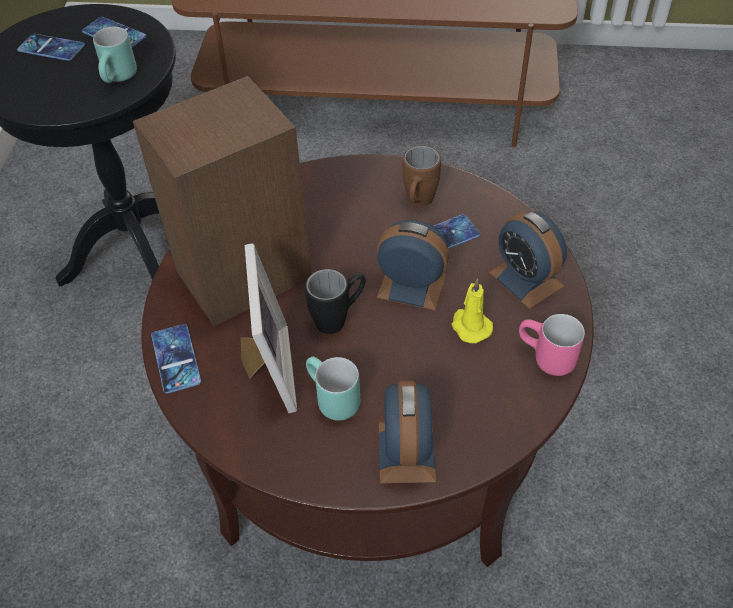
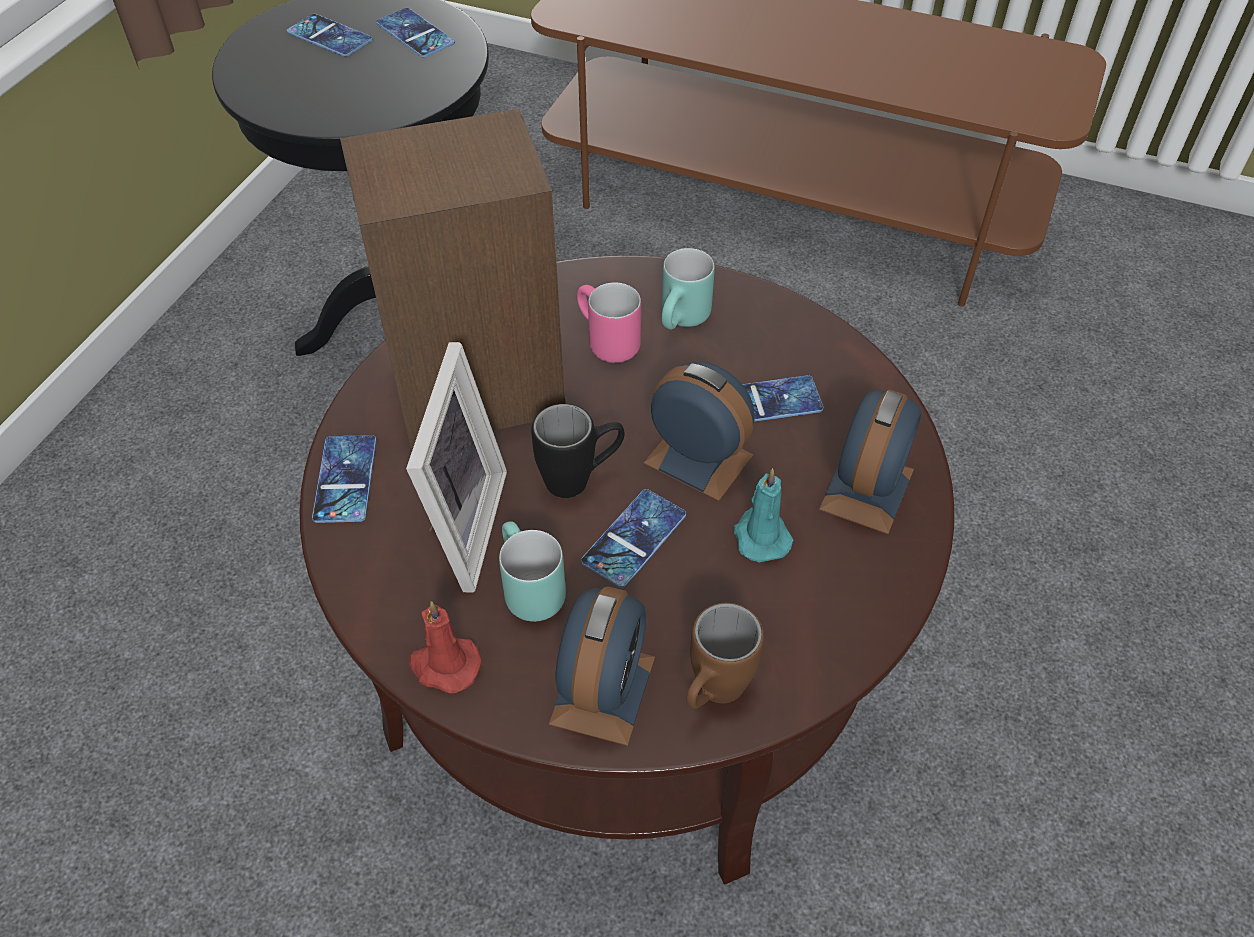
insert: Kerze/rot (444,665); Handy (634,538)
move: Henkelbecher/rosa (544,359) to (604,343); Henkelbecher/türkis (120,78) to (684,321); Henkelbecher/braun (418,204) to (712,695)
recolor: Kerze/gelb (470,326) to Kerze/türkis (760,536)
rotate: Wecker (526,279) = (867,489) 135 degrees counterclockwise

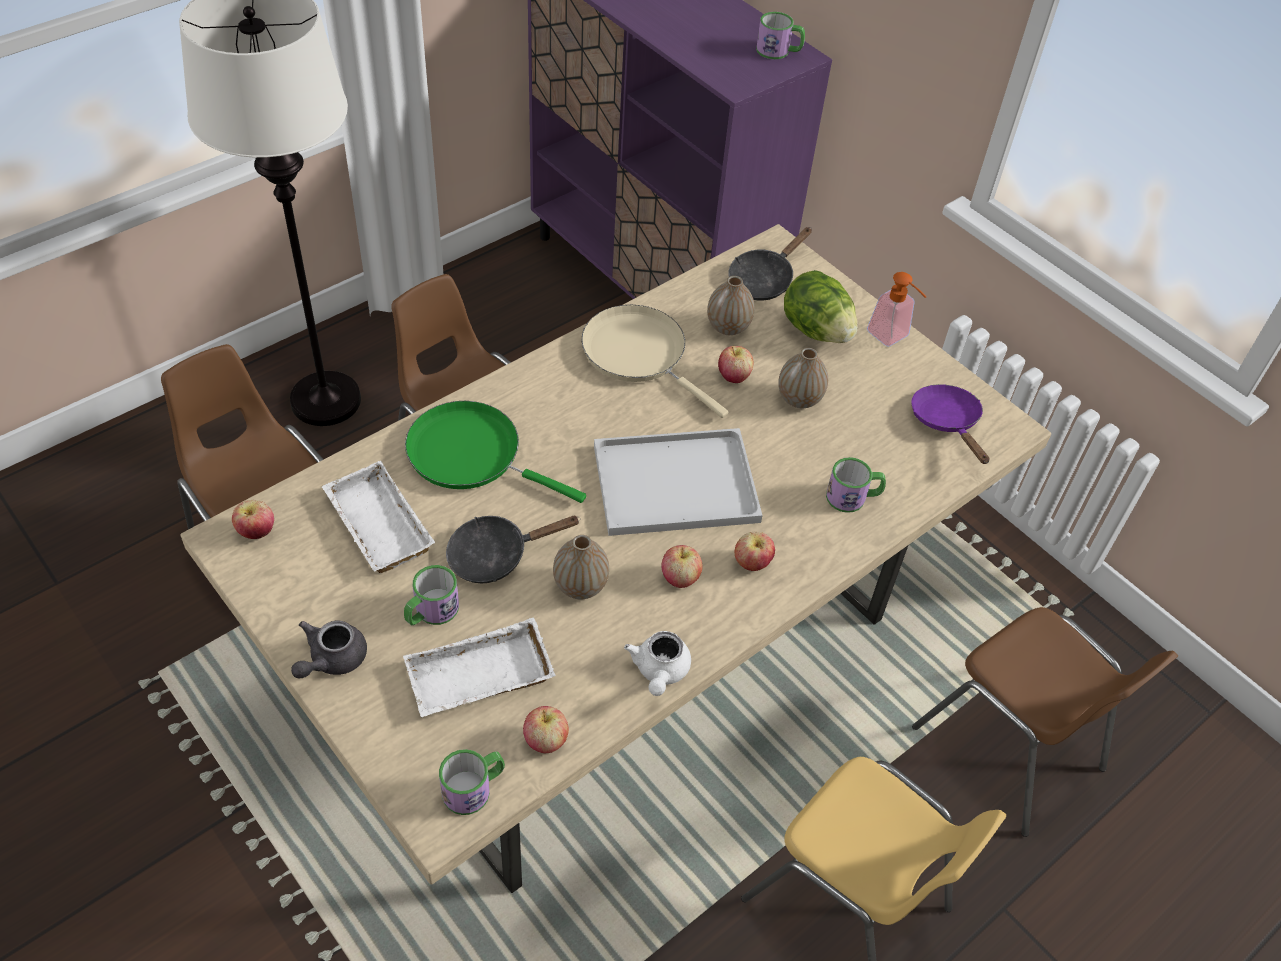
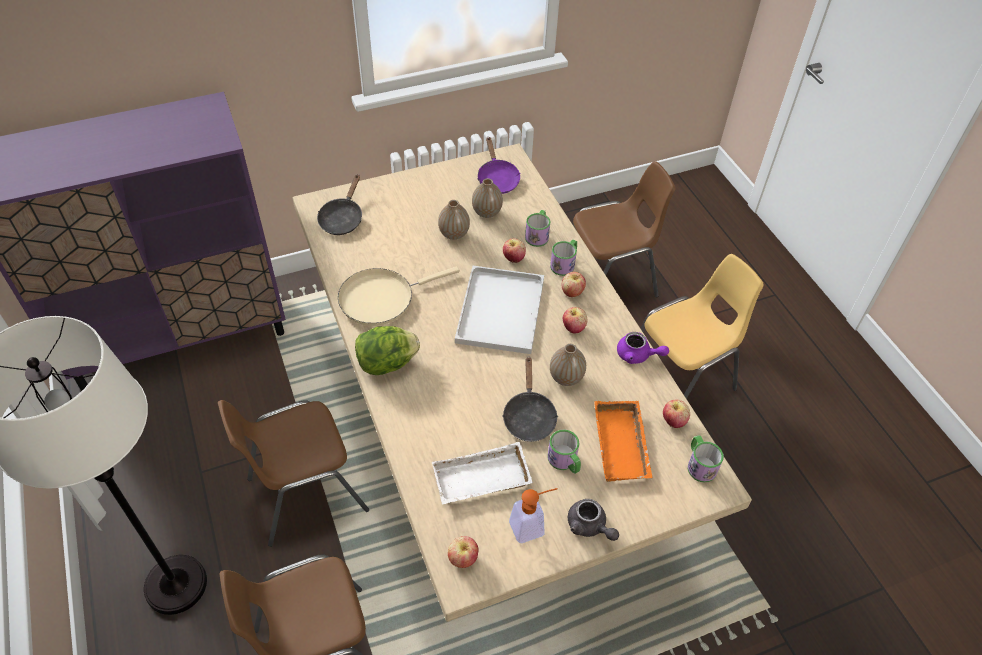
delete: Pfanne/grün (471,454)
move: Salatkopf (816,330) to (387,363); Vase (728,327) to (487,212); Apfel (733,376) to (513,258); Seifenspender (892,337) to (532,526); Henkelbecher (779,51) to (565,264)
recolor: Tablett/weiß (479,679) to Tablett/orange (623,446); Teekanne/weiß (659,672) to Teekanne/lila (637,355)
rotate: Pfanne/schwarz (764,279) = (342,218) 45 degrees clockwise; Pfanne/lila (947,422) = (497,179) 105 degrees counterclockwise

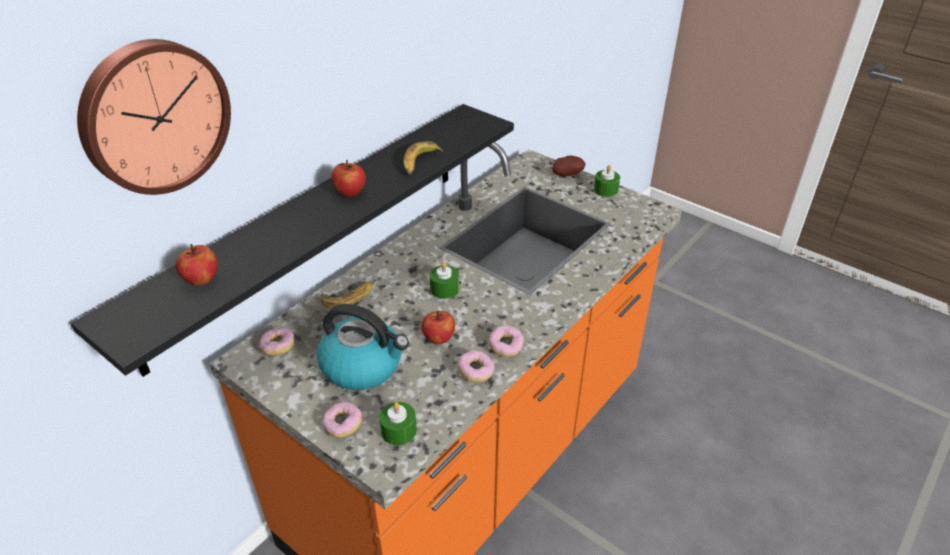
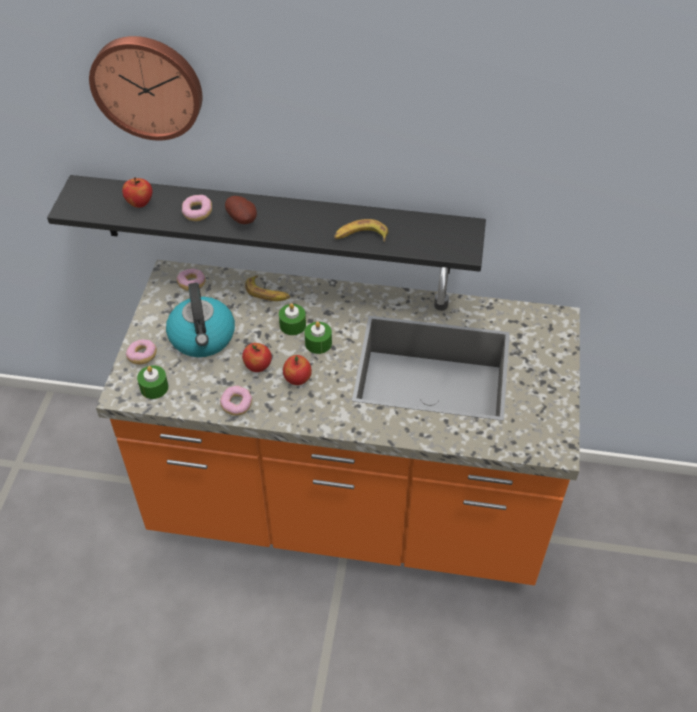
move: Donut (505,347) to (197,213); Kartoffel (567,175) to (243,220); Kerze/grün (605,190) to (292,325); Apfel (350,193) to (297,379)

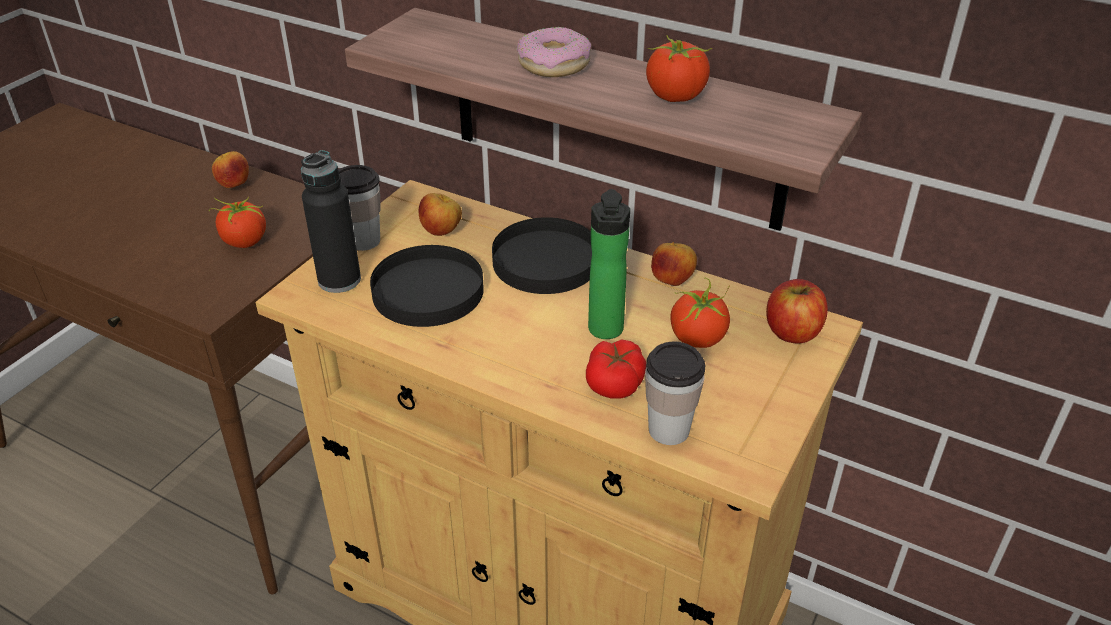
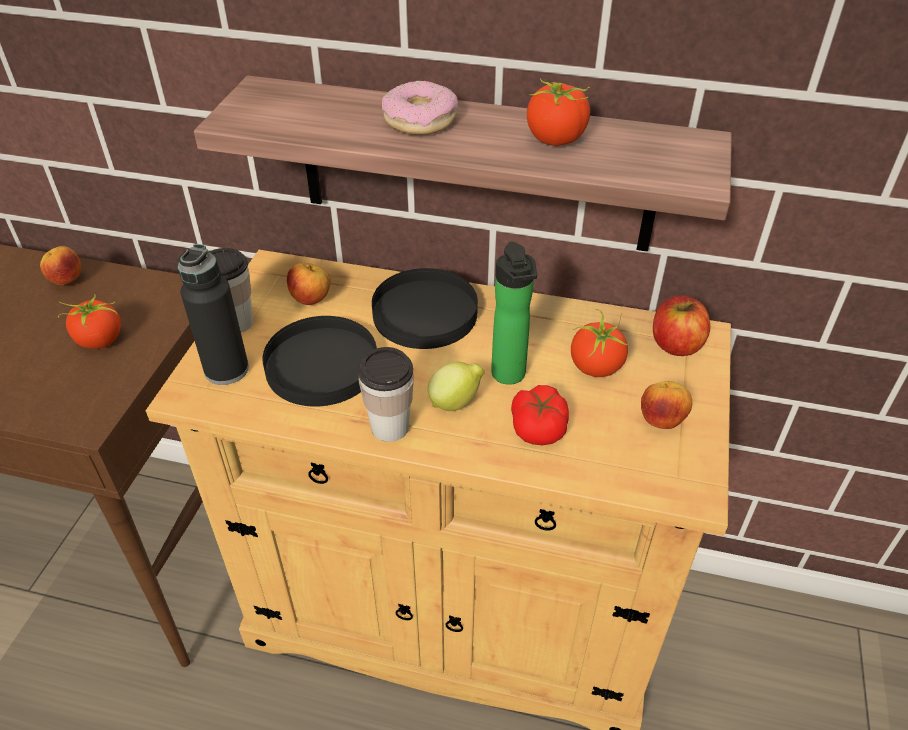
insert: Zitrone (456,402)
move: Tasse (669,430) to (390,427); Apfel (672,281) to (661,421)

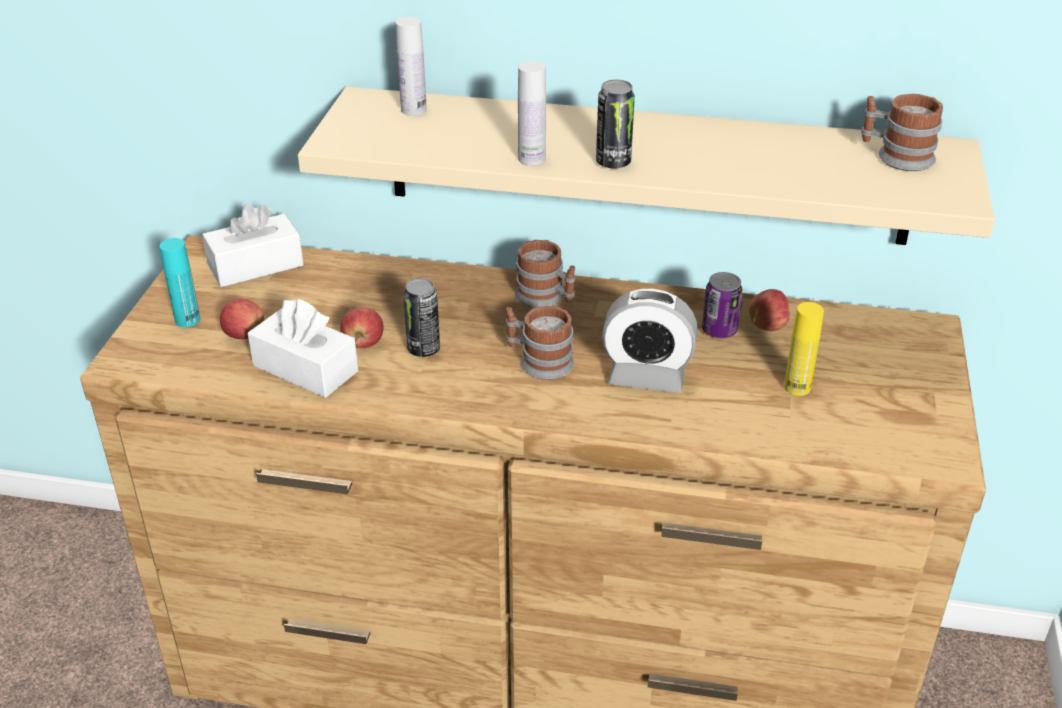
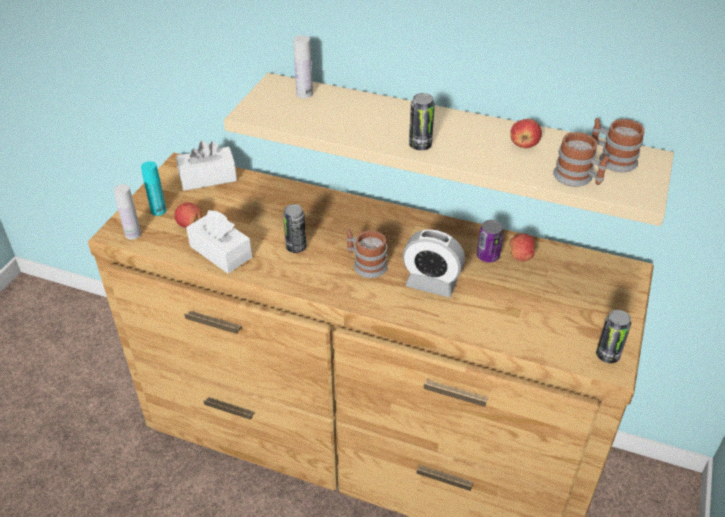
delete: Flasche/gelb (797,387)
insert: Dose (607,355)
move: Flasche/weiß (531,159) to (133,234); Apfel (363,343) to (524,145); Henkelbecher (546,298) to (578,179)

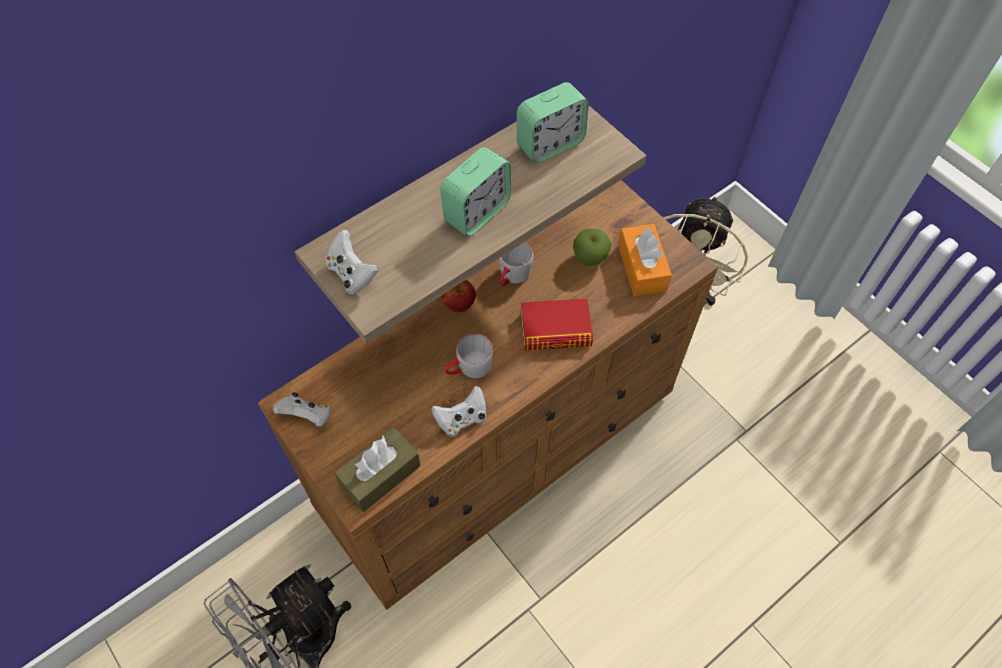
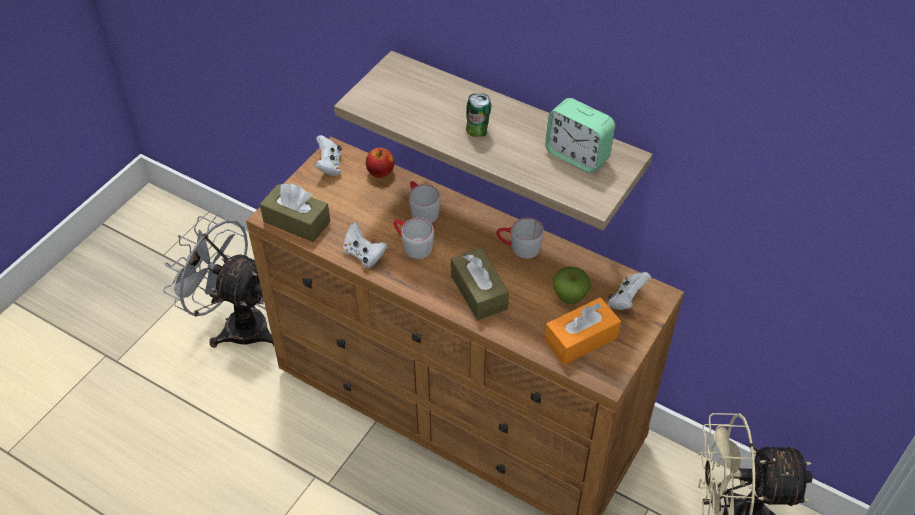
insert: Henkelbecher/grau (421,210)
move: Apfel (459,304) to (380,172); Gamepad/weiß (352,274) to (626,300)
replace: Buch (555,329) to Taschentuchbox/braun (479,292); Wecker (477,212) to Dose (477,131)

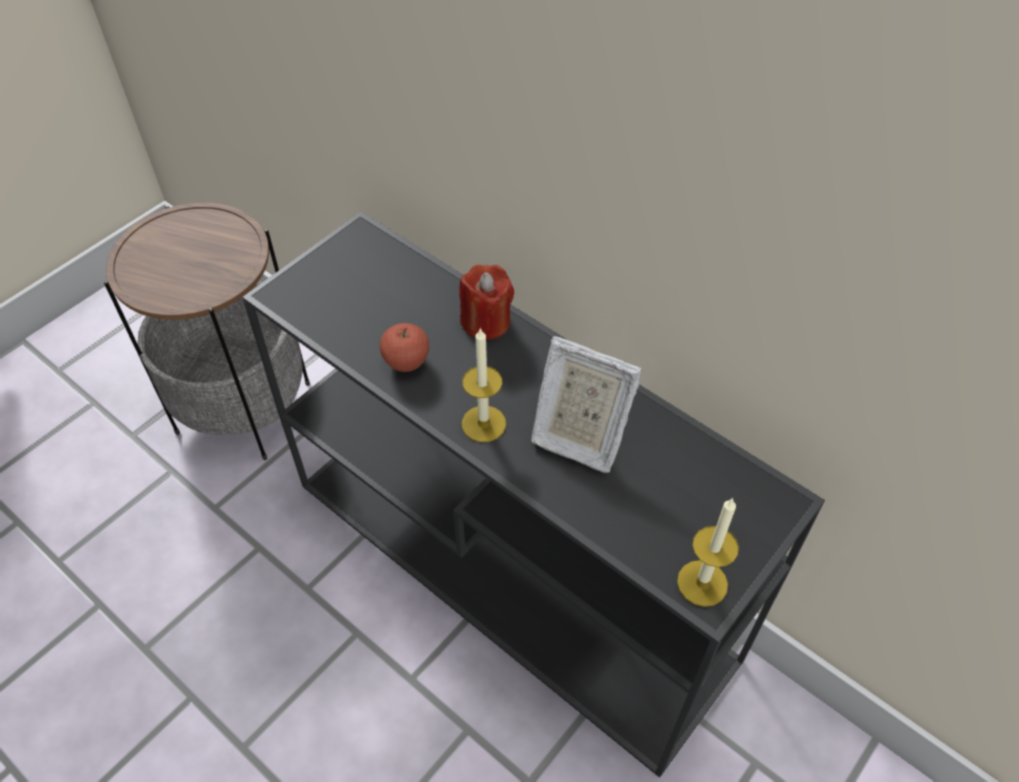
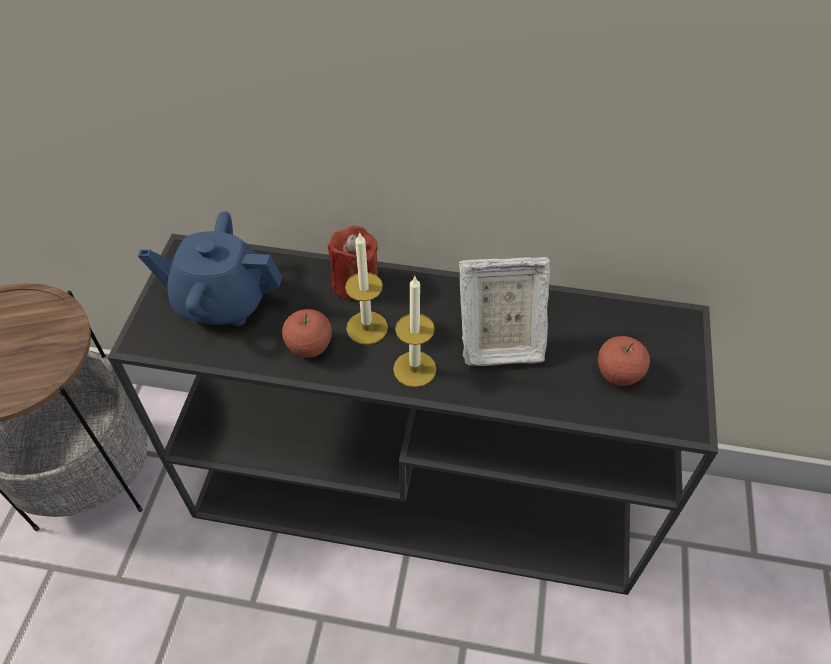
insert: Teekanne/blau (222,301); Apfel (618,374)
move: Kerze (702,583) to (367,327)

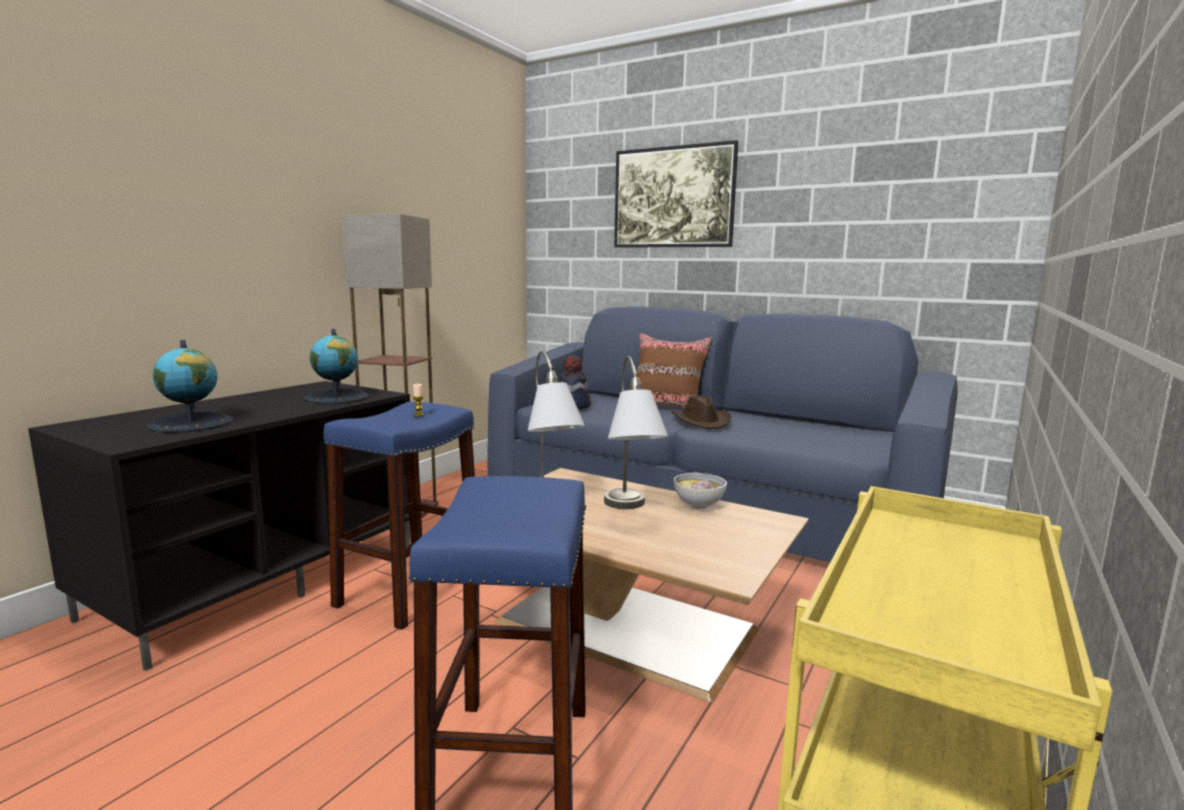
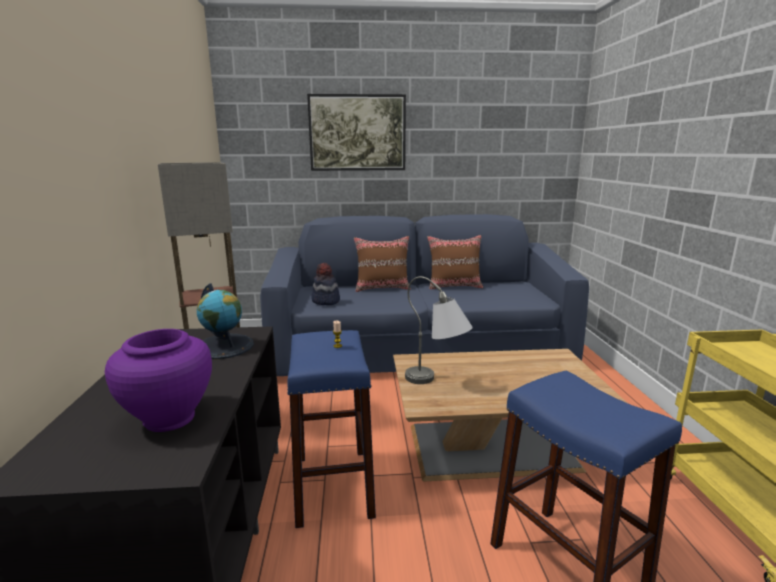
delete: Tischlampe/grau (629,512); Hut/braun (701,422); Schüssel (698,505)
insert: Kissen/braun (454,286)
replace: Globus (191,423) to Vase/lila (169,418)

